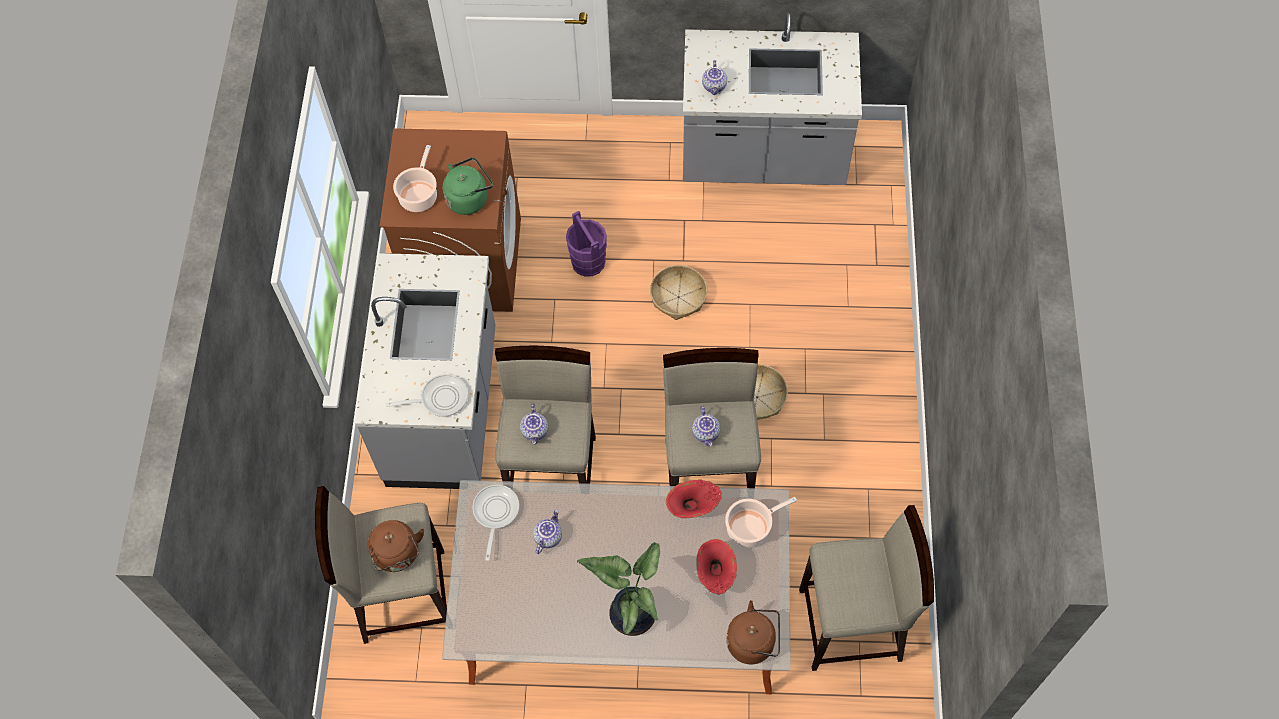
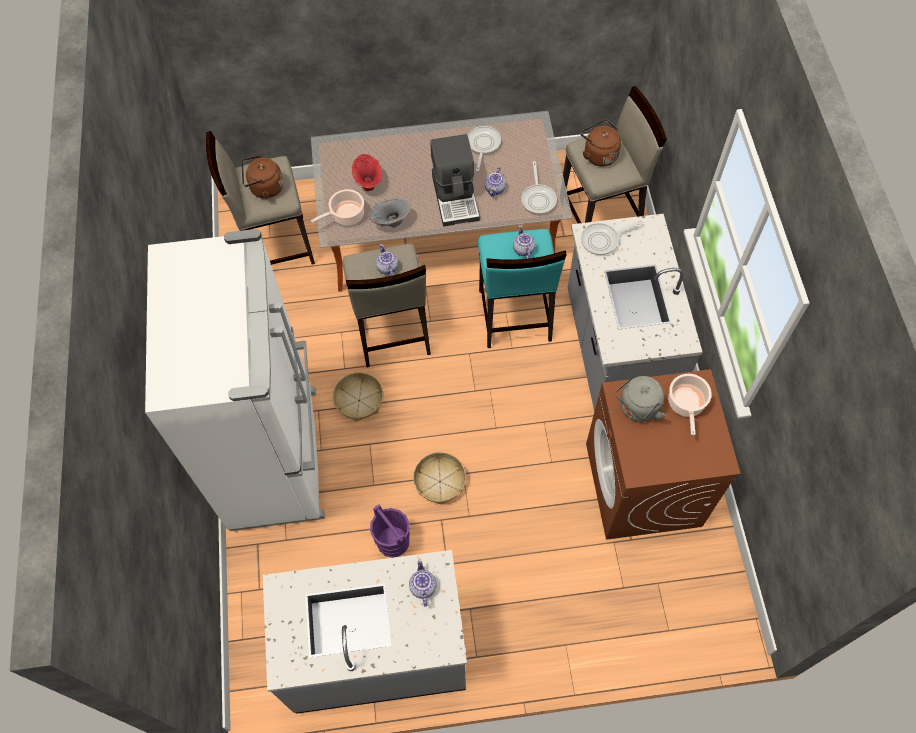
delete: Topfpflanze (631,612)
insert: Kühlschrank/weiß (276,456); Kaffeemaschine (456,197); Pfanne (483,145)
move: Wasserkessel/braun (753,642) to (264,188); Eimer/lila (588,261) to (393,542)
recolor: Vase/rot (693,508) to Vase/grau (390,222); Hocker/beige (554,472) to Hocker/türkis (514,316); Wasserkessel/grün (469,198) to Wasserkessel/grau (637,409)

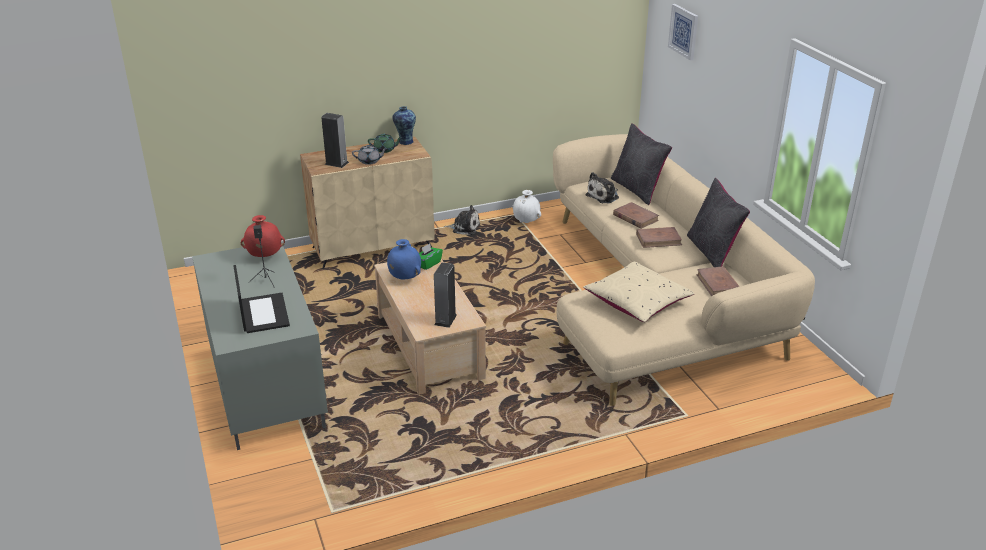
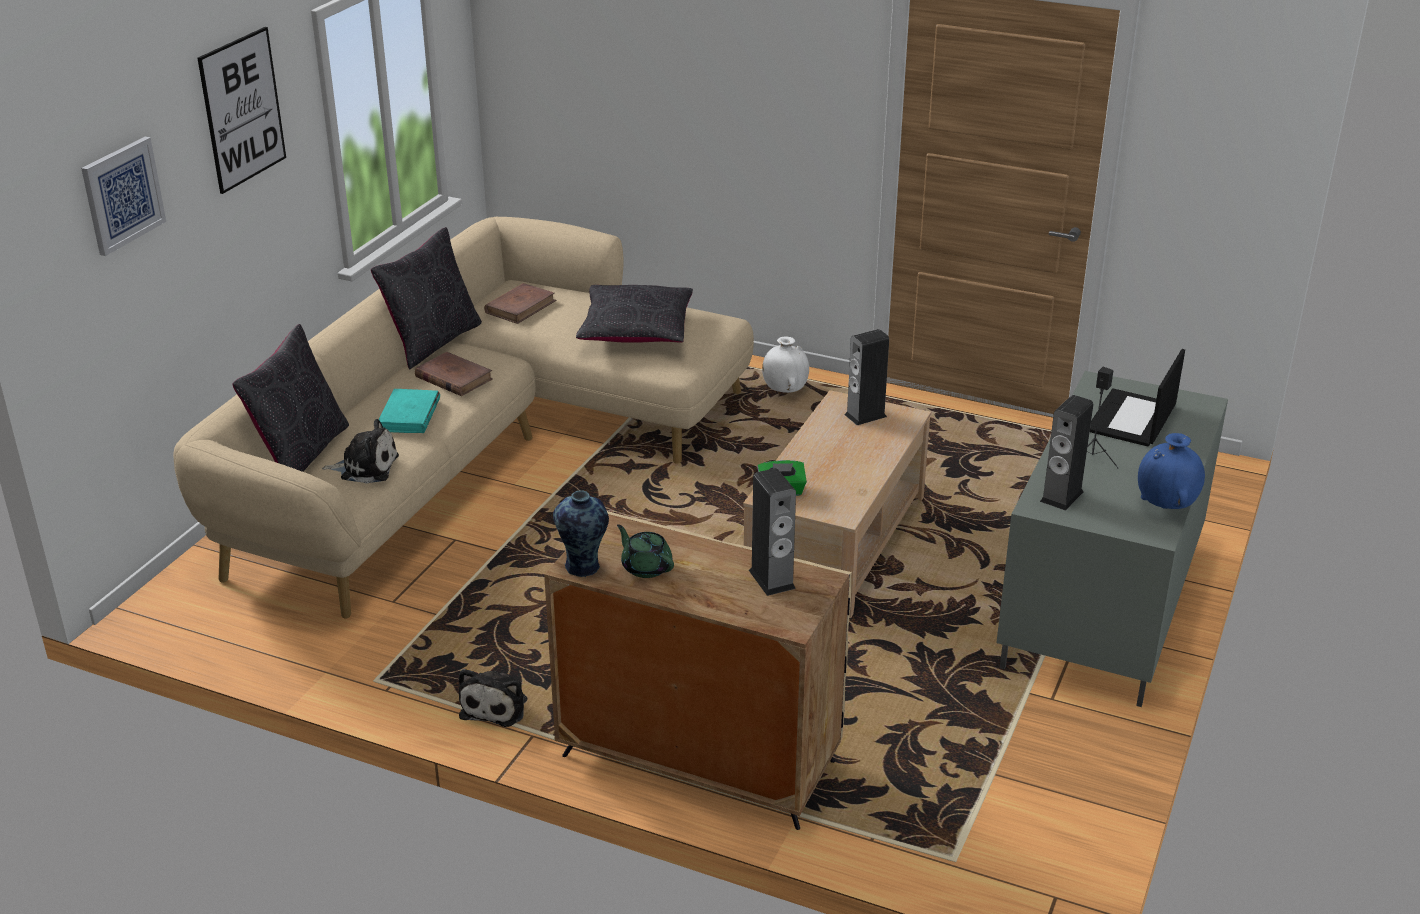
delete: Teekanne/grau (370,161)
insert: Bild (242,109)
move: Vase/weiß (526,222) to (785,391); Vase/blau (404,278) to (1165,507)
replace: Vase/rot (264,256) to Lautsprecher (1061,496)
recolor: Buch/braun (635,217) to Buch/türkis (409,415); Kissen/beige (637,302) to Kissen/schwarz (636,331)
rotate: Plüschtier (464,228) = (496,706) 135 degrees counterclockwise

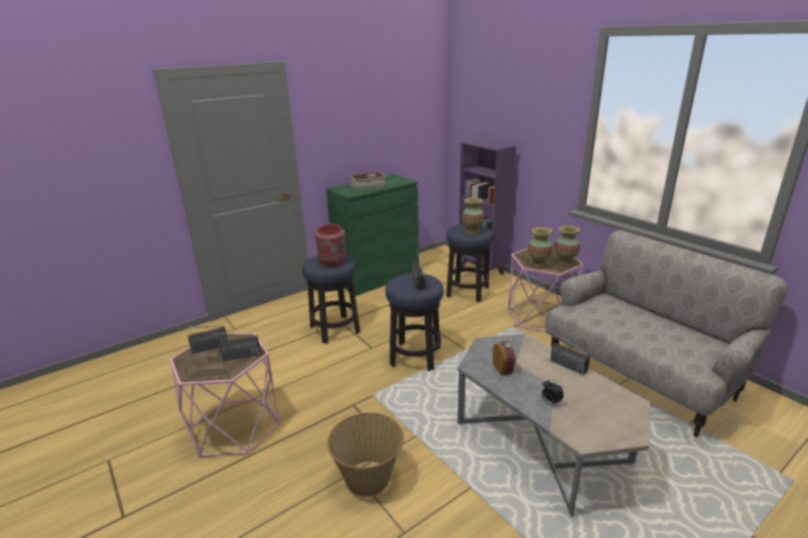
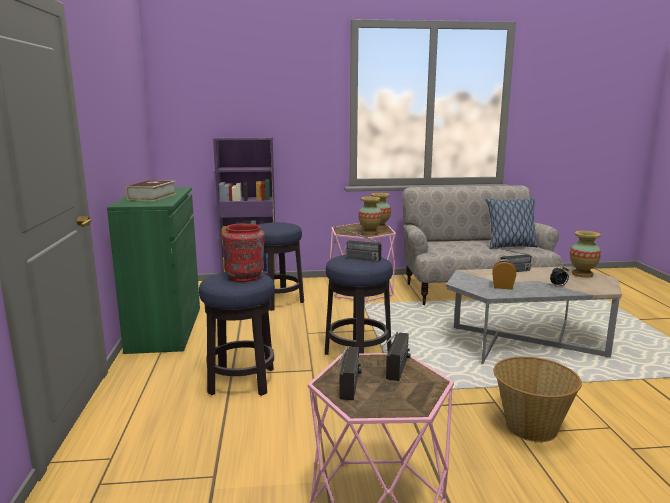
insert: Kissen (510,246)
move: Vase (472,231) to (582,274)

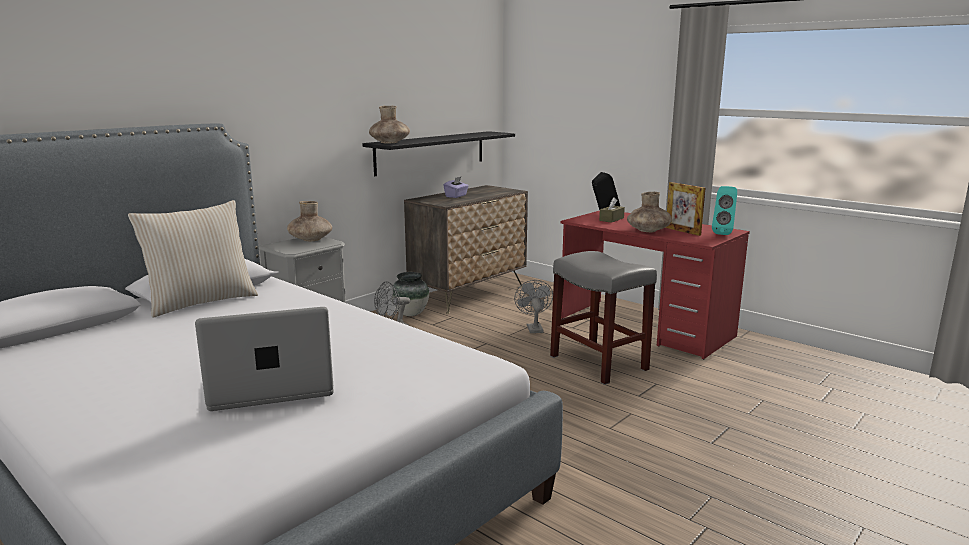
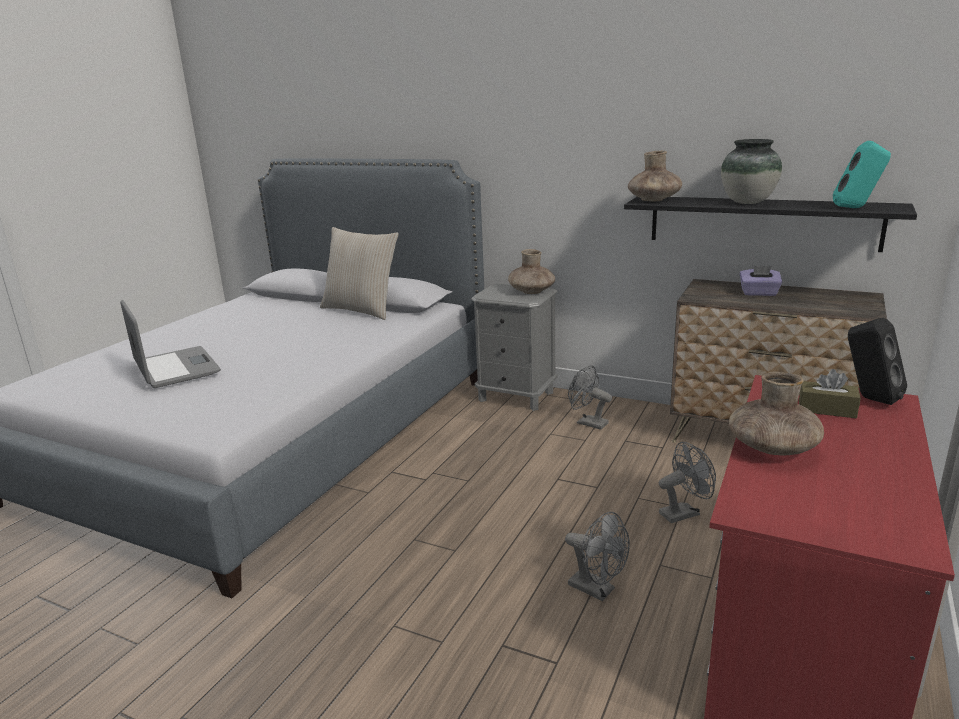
delete: Bilderrahmen (682,231)
move: Vase (410,313) to (748,202); Lautsprecher/türkis (723,233) to (856,208)
replace: Hocker/grau (597,362) to Ventilator/grau (597,590)

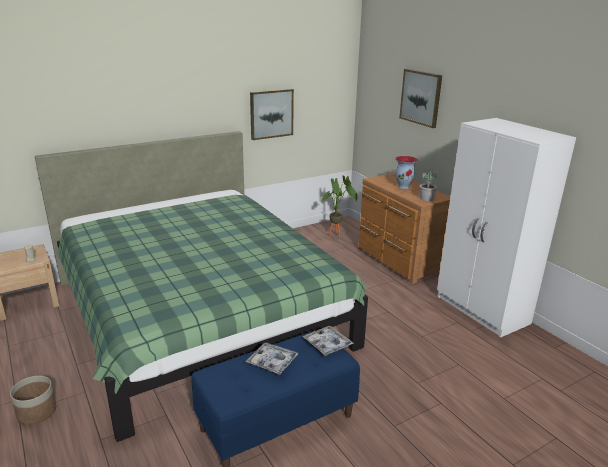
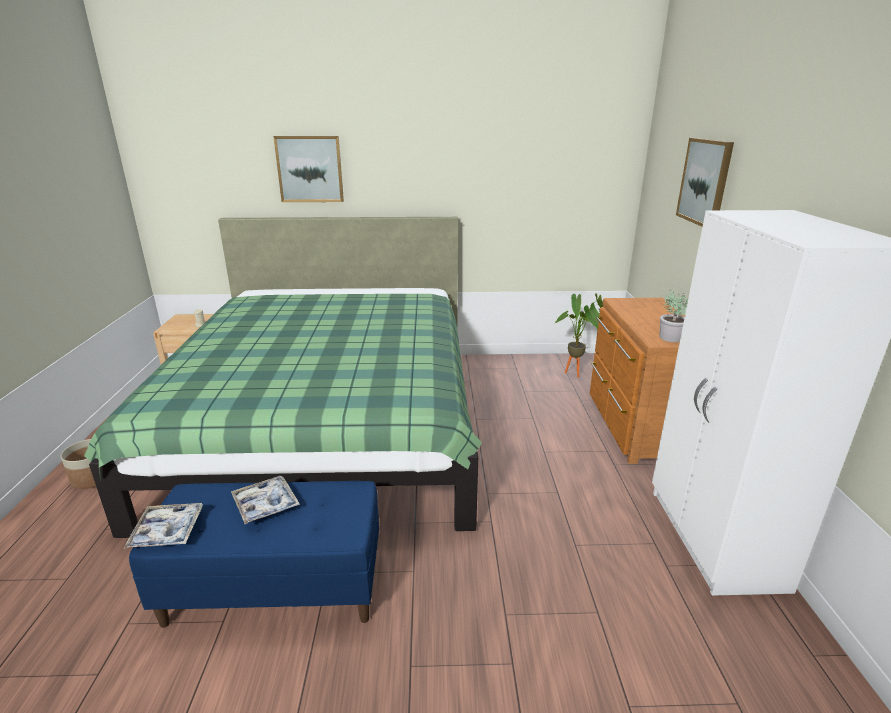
delete: Vase (404,186)
move: Tablett (327,344) to (167,531); Bild (271,114) to (310,169)

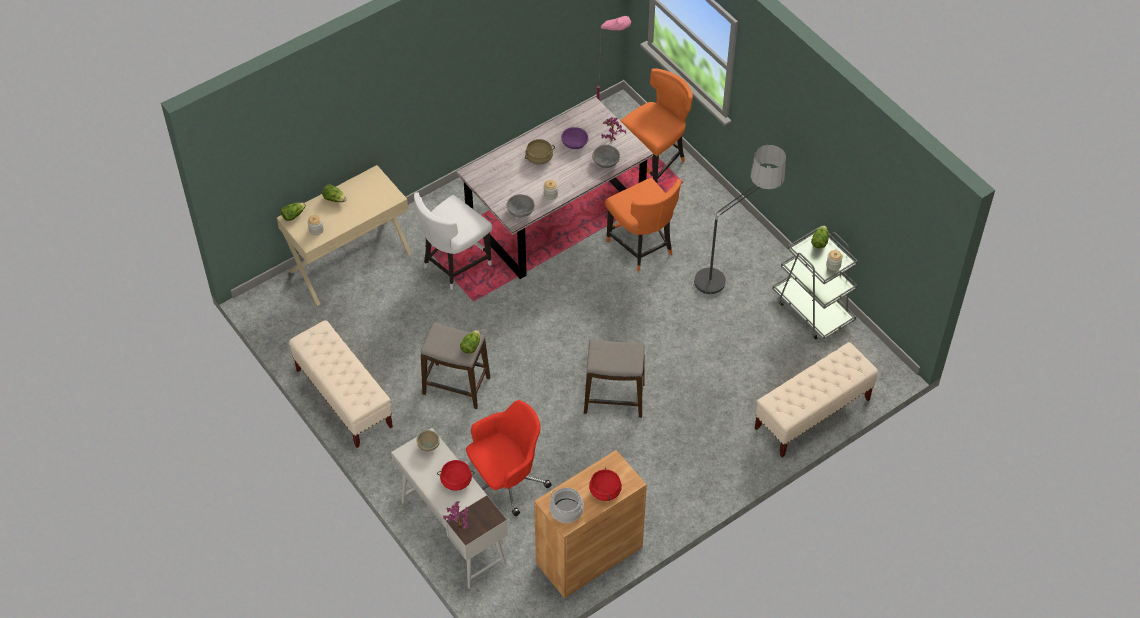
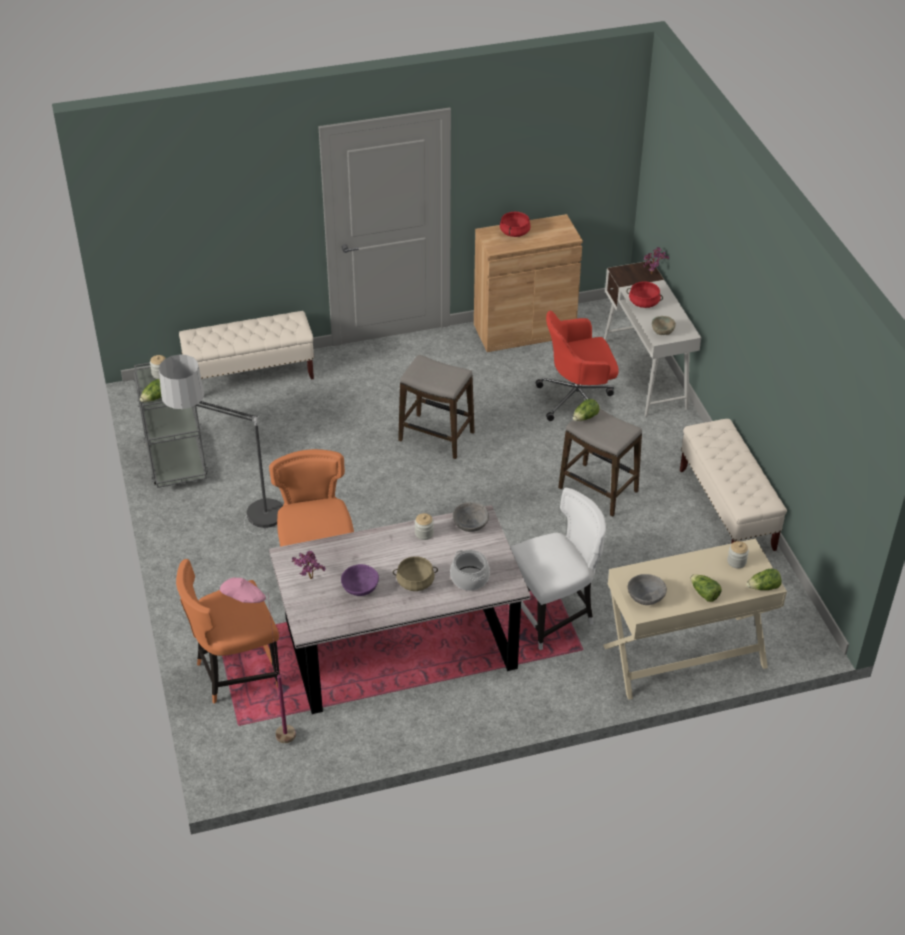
move: Kochtopf (566,510) to (470,578); Schüssel/grau (606,161) to (645,597)

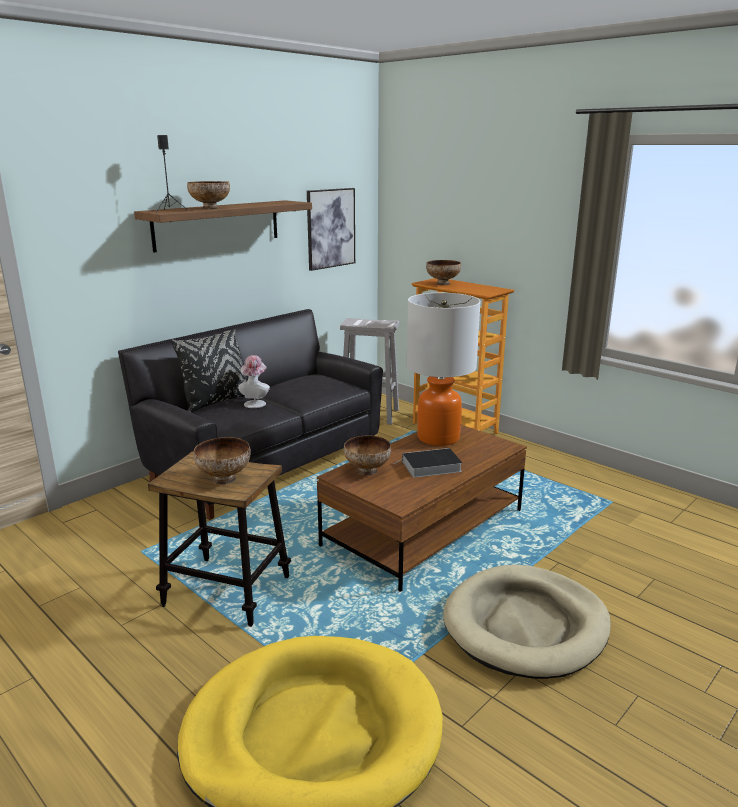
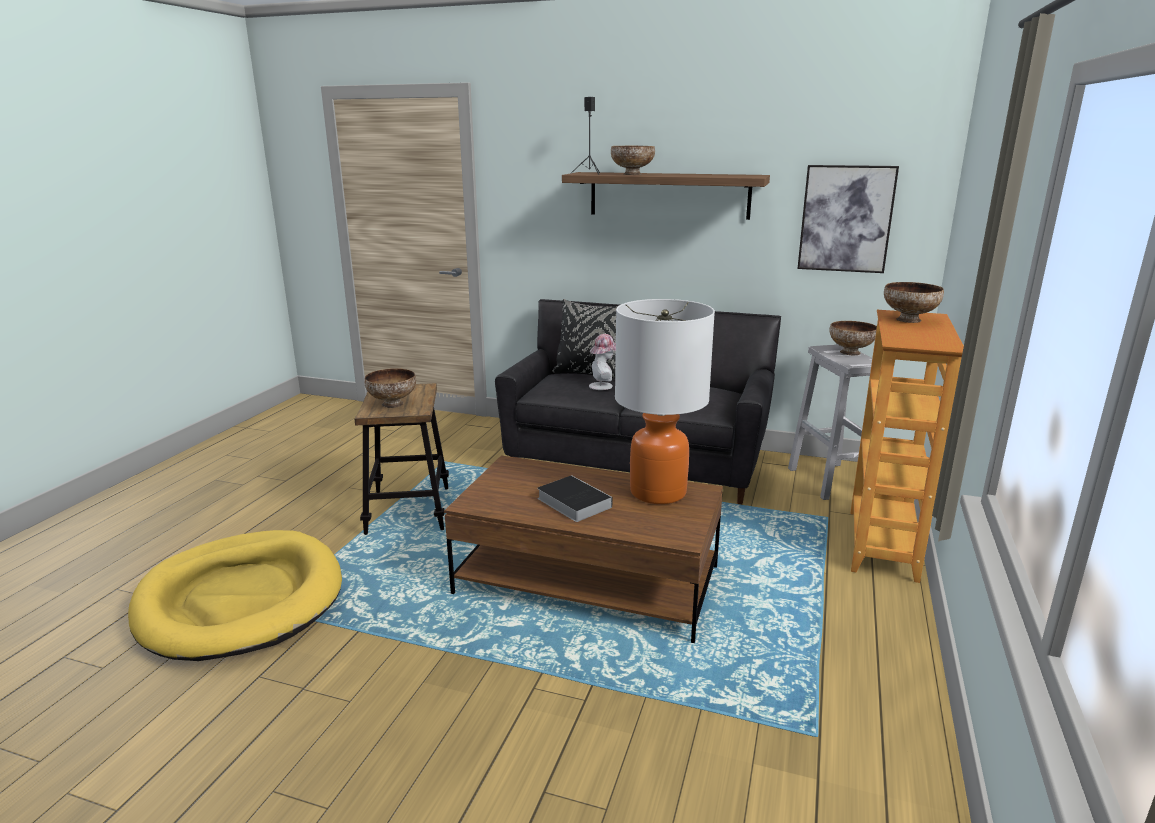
delete: Hundebett/beige (526,625)
move: Schüssel (367,471) to (850,353)

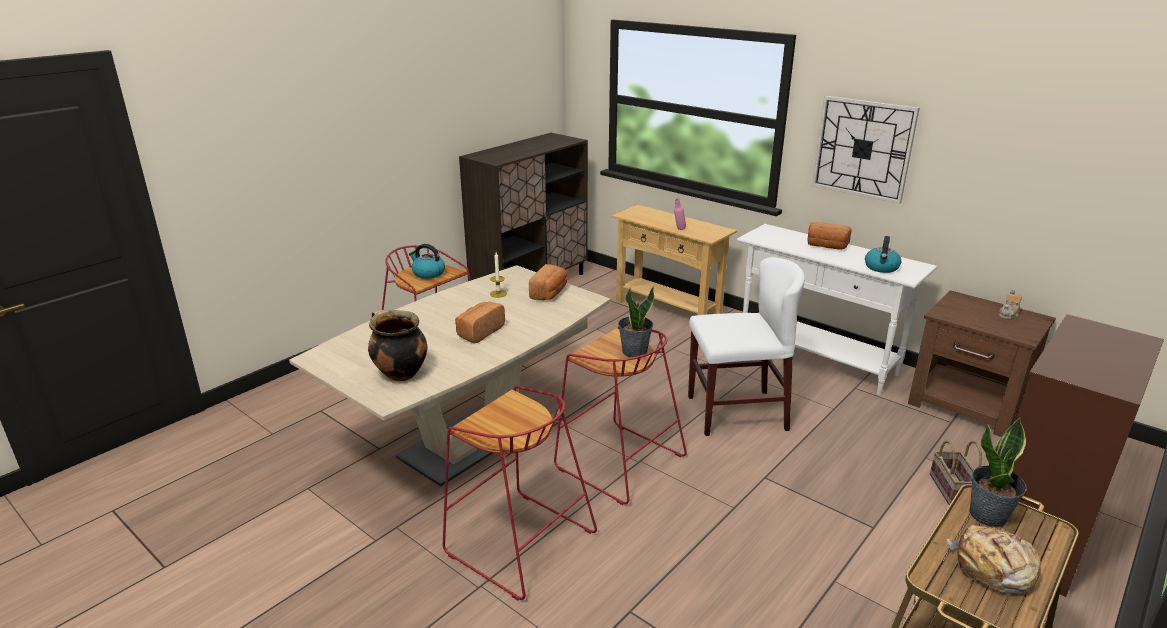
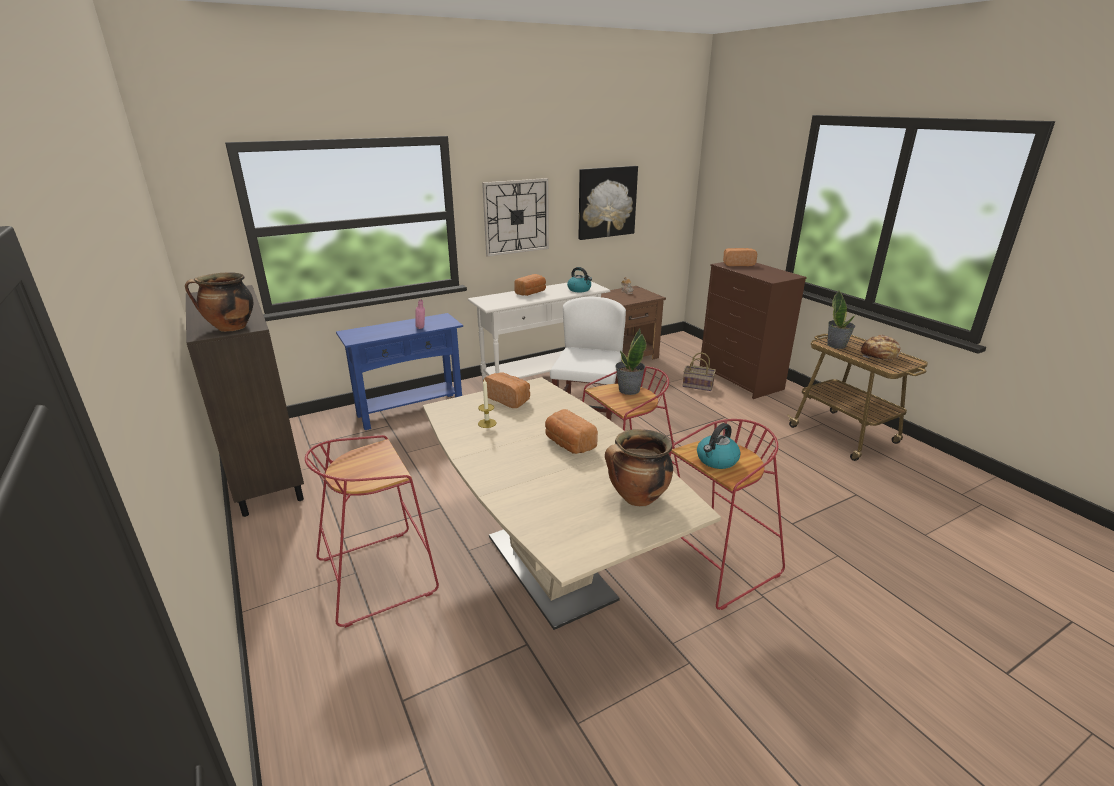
insert: Kochtopf (230,328); Bild (606,202); Brot (737,264)
move: Wasserkessel (428,273) to (716,460)
recolor: Konsolentisch/beige (667,310) to Konsolentisch/blau (410,411)

